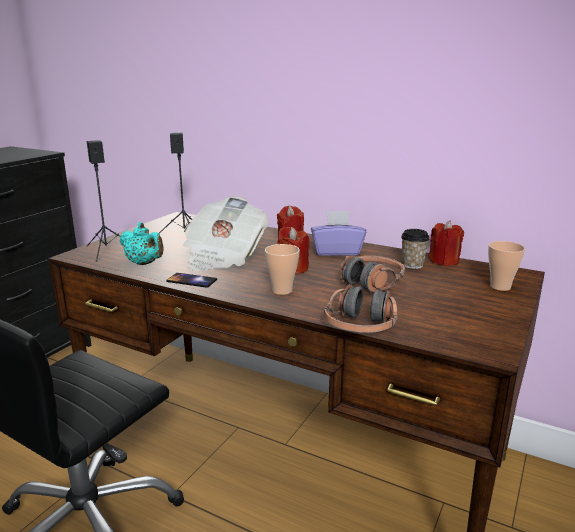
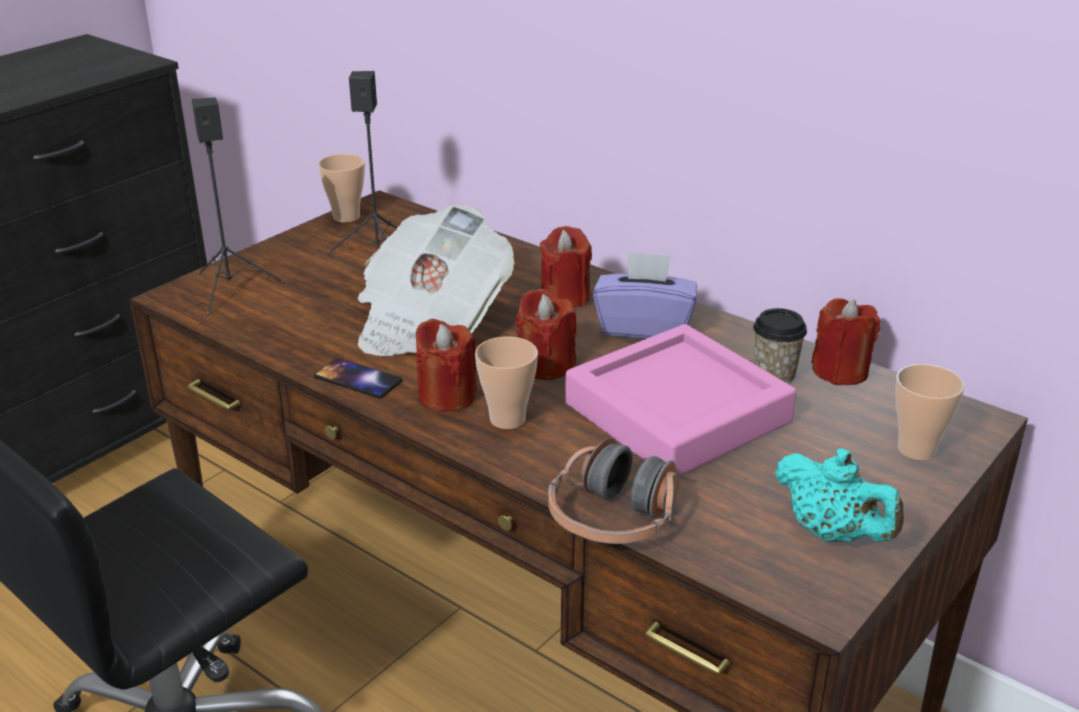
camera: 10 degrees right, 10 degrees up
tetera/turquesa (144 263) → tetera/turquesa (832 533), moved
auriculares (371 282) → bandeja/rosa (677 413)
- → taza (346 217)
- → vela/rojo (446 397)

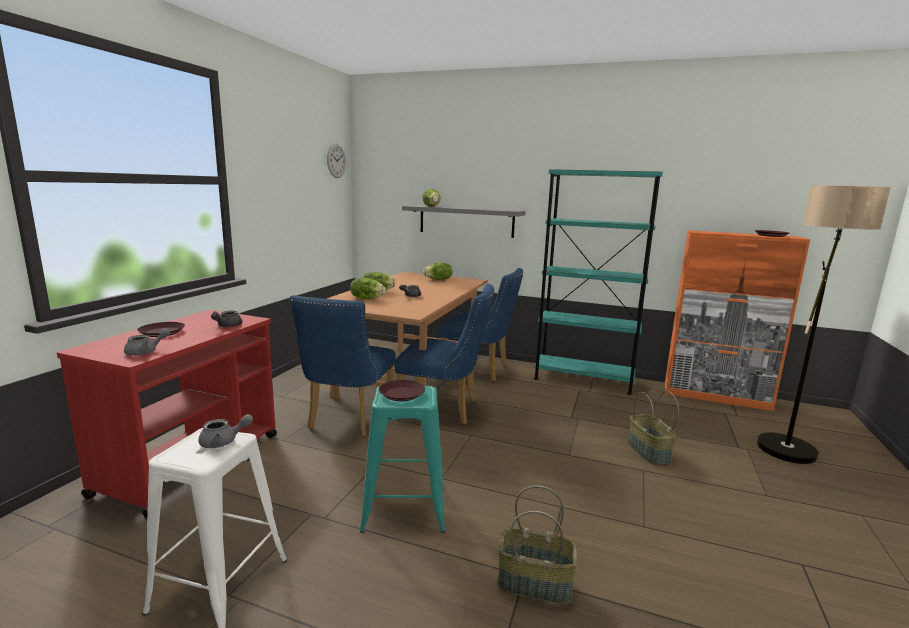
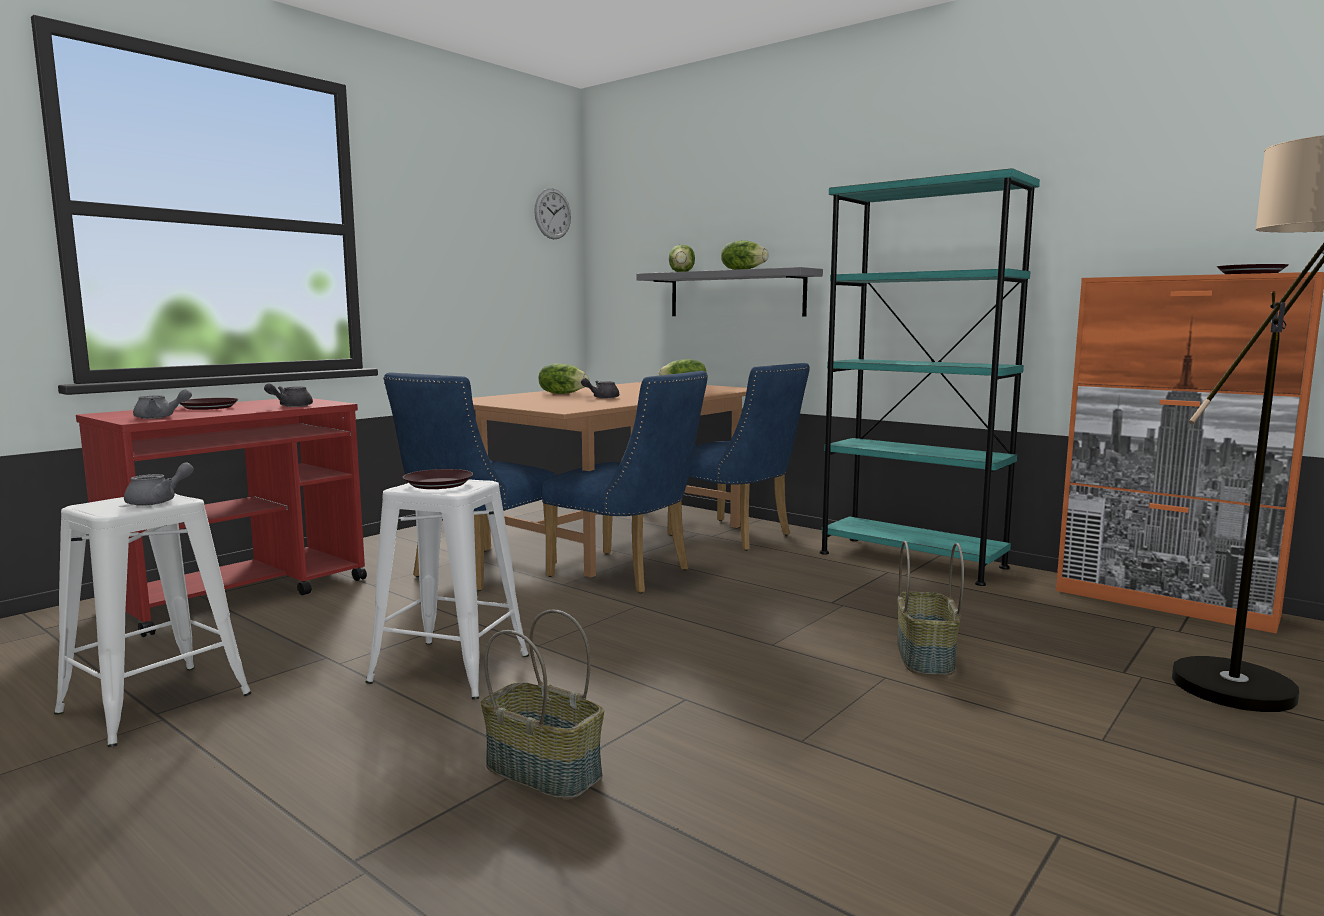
camera: 20 degrees right, 5 degrees down
tetera/gris (223 442) → tetera/gris (159 501), 60 degrees counterclockwise
lechuga (367 298) → lechuga (743 270), moved
taburete/turquesa (403 508) → taburete/blanco (449 668)

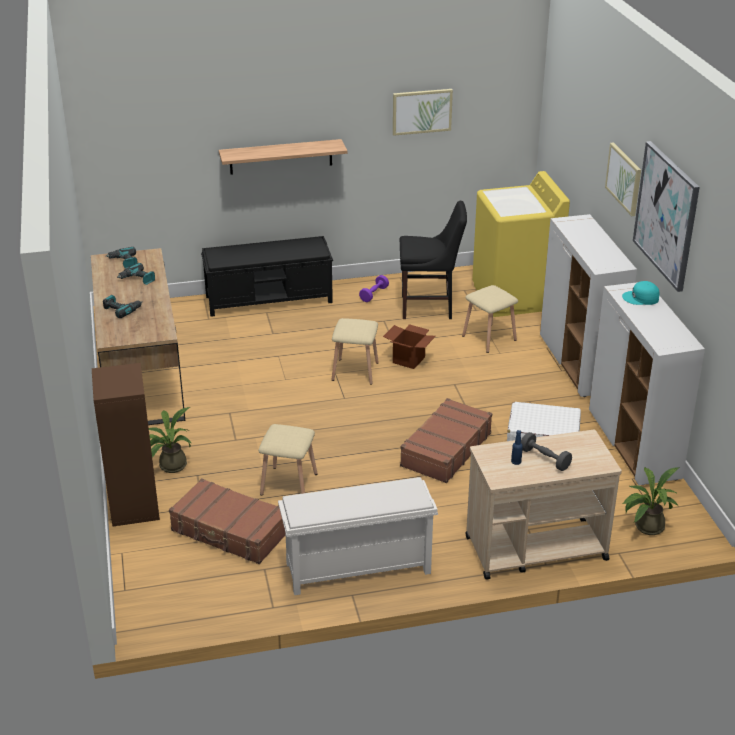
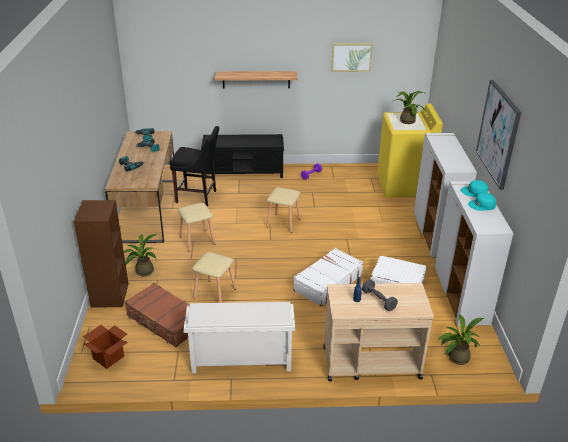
camera: 10 degrees right, 0 degrees up
caja de cartón (409 360) → caja de cartón (108 357), moved
silla/negro (430 307) → silla/negro (198 197), moved
maleta/marrón (445 449) → maleta/blanco (327 283)
taburete/beis (488 338) → taburete/beis (196 240), moved
cuadro (624 178) → -
- → planta en maceta (406 120)
- → gorra/turquesa (482 205)

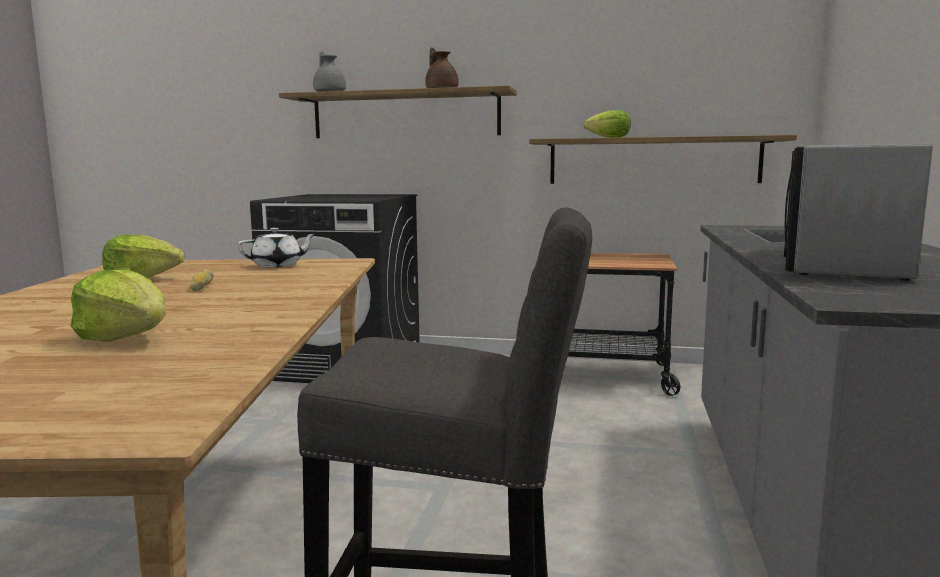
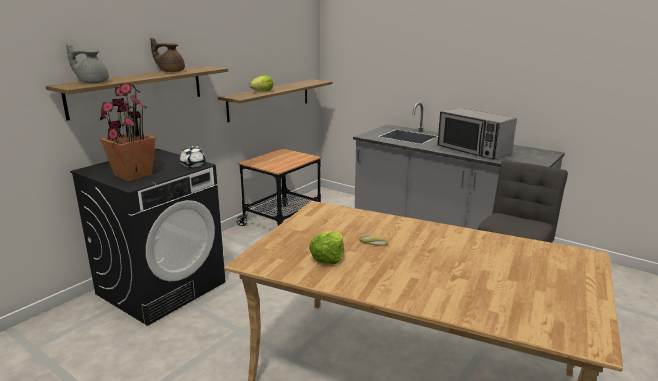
camera: 65 degrees left, 10 degrees up
lechuga (126 338) → -
tetera/blanco (278 265) → tetera/blanco (193 164), moved
- → planta en maceta (132 175)

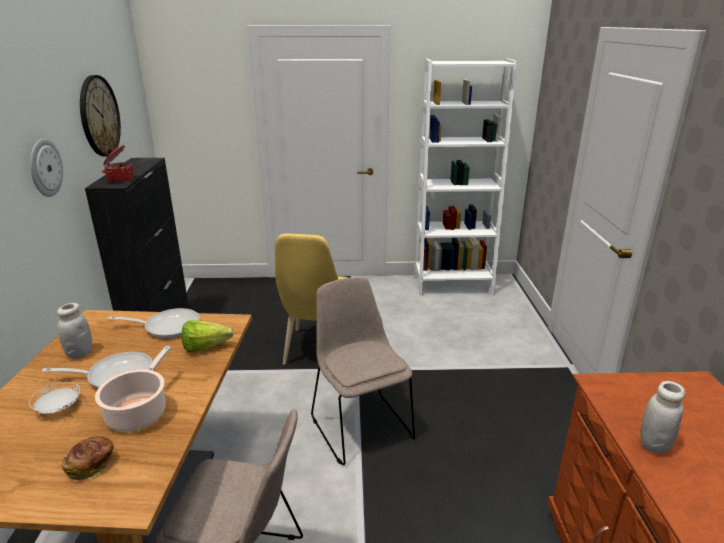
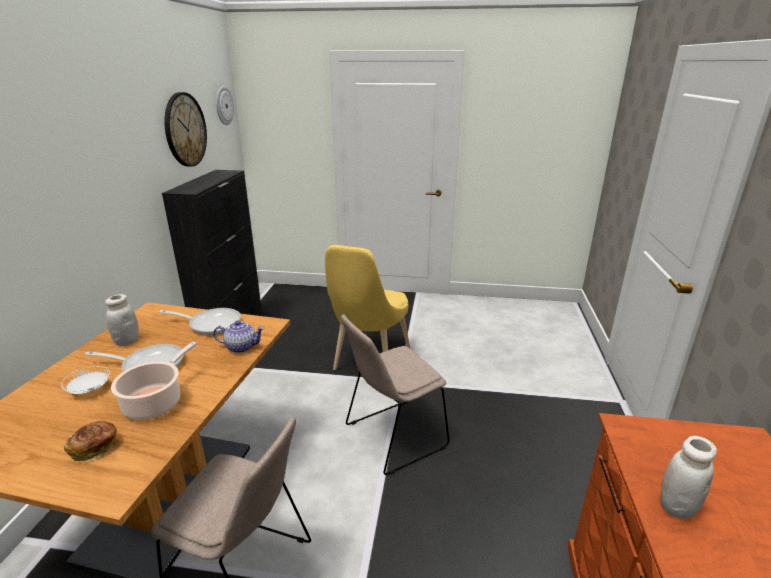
camera: 10 degrees right, 0 degrees up
reloj de pared (45 168) → reloj de pared (223 106), moved
olla (120 179) → -
lechuga (209 347) → tetera (241 347)
silla/beis (360 425) → silla/beis (392 437), 105 degrees counterclockwise
estantería/blanco (452 285) → -

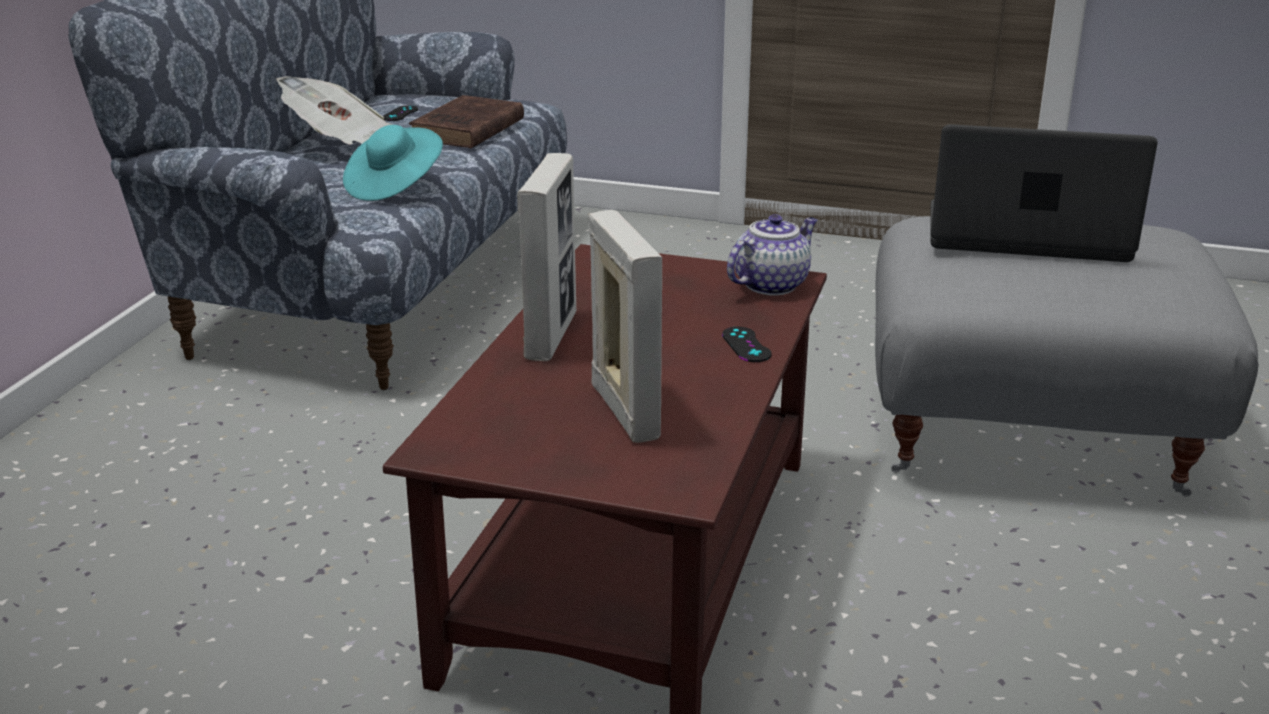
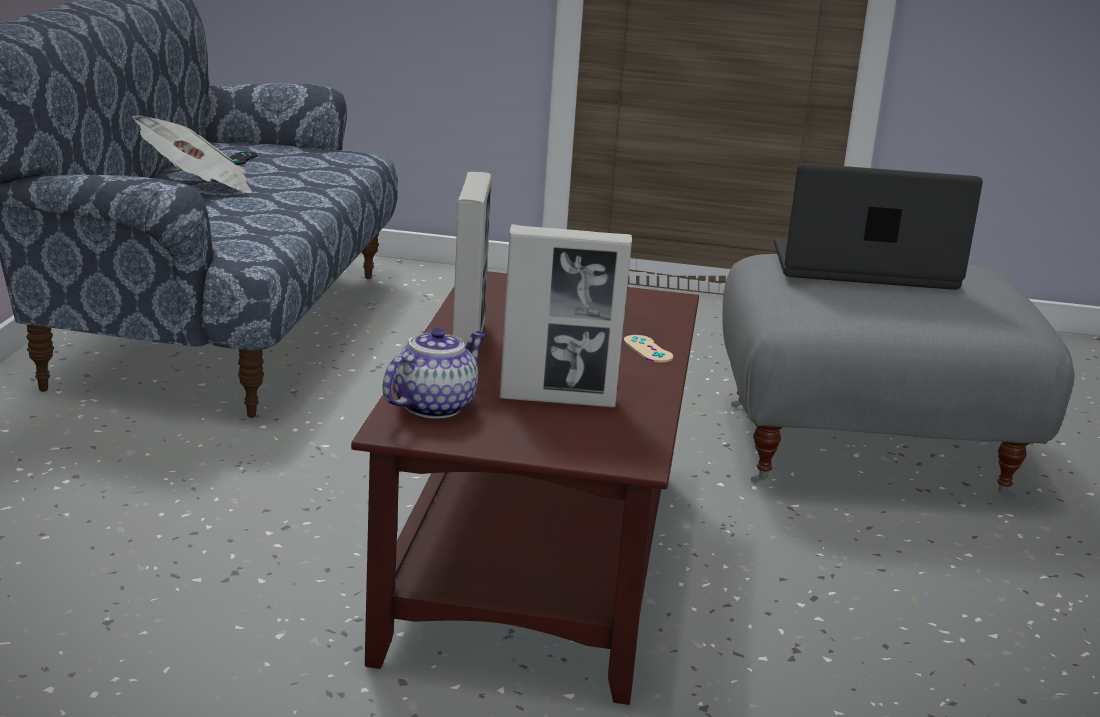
camera: 10 degrees left, 5 degrees down
sombrero/turquesa (394 186) → -
libro/marrón (466 130) → -
portarretratos (624 411) → portarretratos (558 399), 120 degrees clockwise
mando de consola/negro (746 345) → mando de consola/beis (648 349)
tetera (771 284) → tetera (434 406), moved

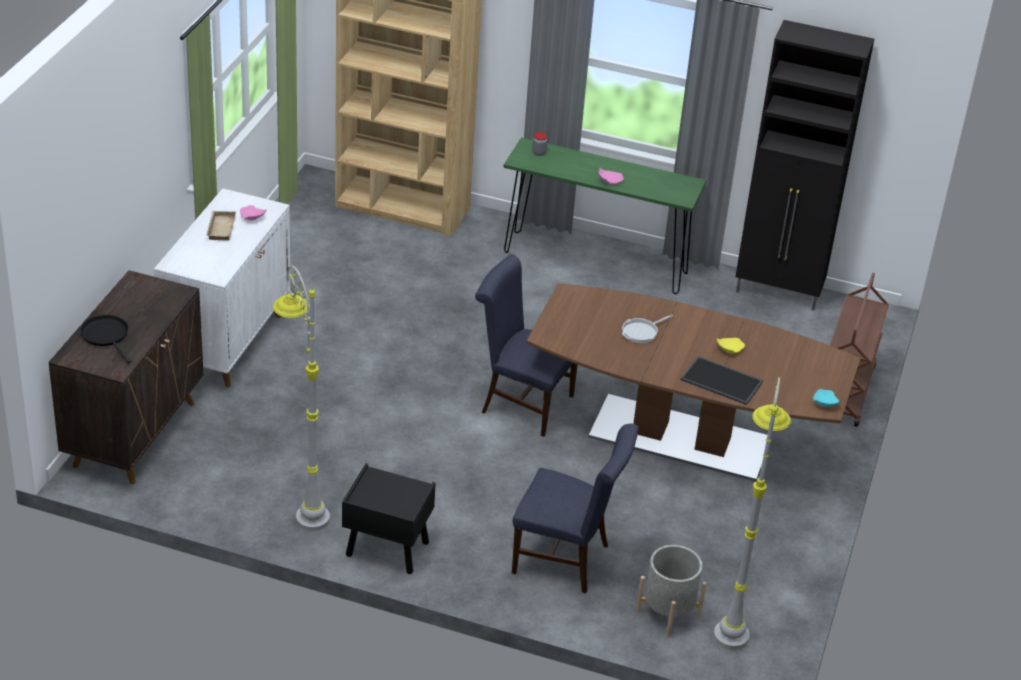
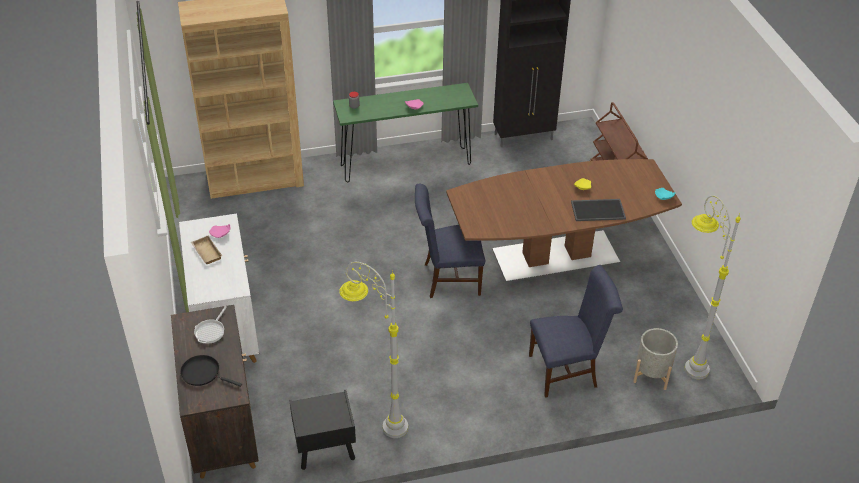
camera: 30 degrees left, 5 degrees up
mesita de noche/negro (386 549) → mesita de noche/negro (324 450), moved
sartén (642 332) → sartén (211 331), moved

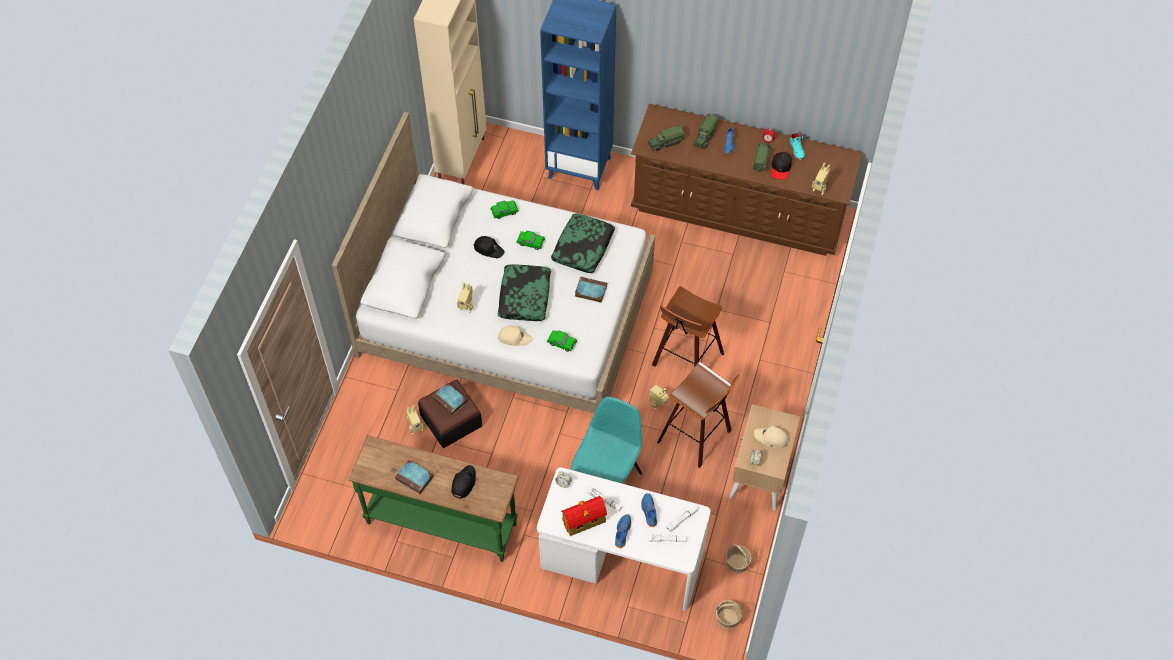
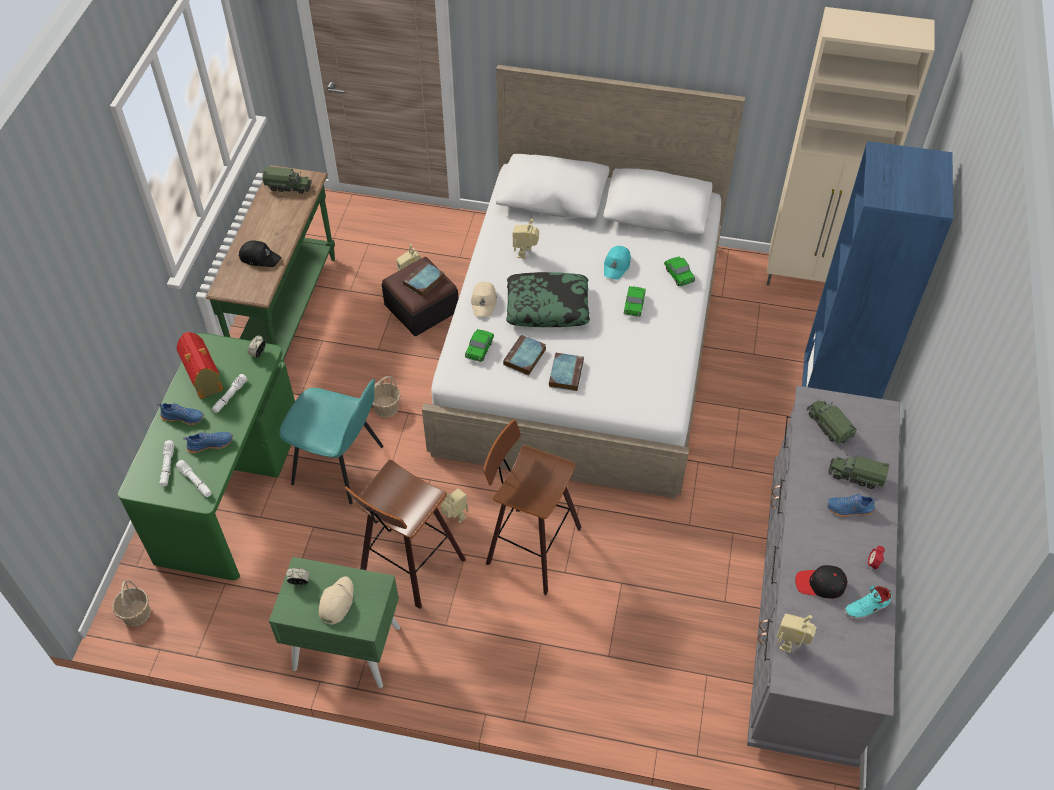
camera: 85 degrees right, 5 degrees down
libro (415 478) → libro (524 358), moved
gorra/negro (488 249) → gorra/turquesa (617 265)
escritorio/blanco (621 560) → escritorio/verde (229 489)
cojín (583 248) → -
cómoda/marrón (738 210) → cómoda/gris (809 606)
cesta (737 563) → cesta (386 407), moved
mesita de noche/beis (759 477) → mesita de noche/verde (345 648)
camión de juguete (761 160) → camión de juguete (288 186), moved

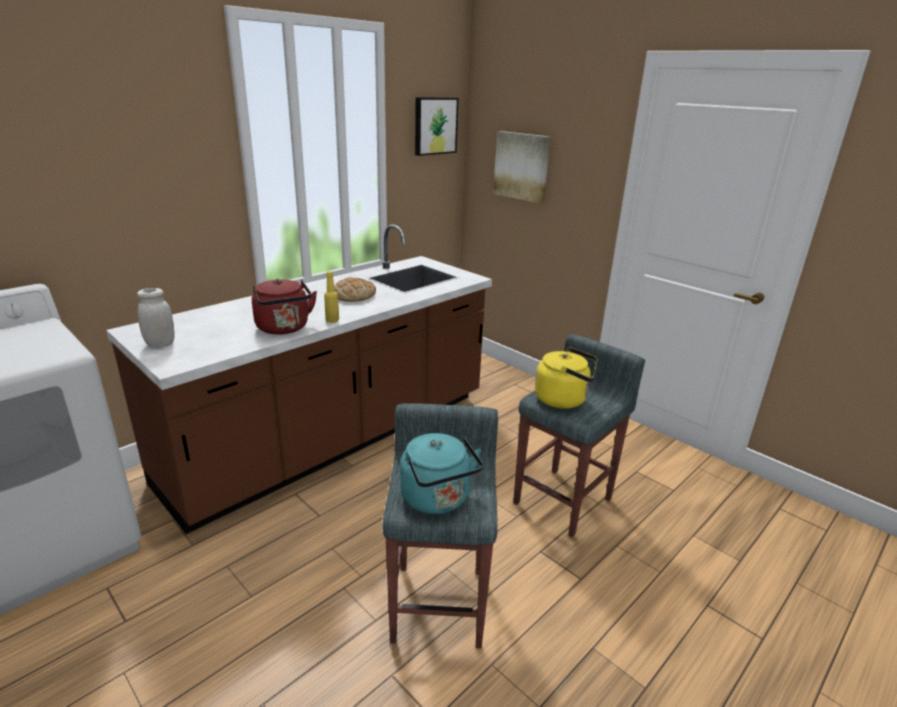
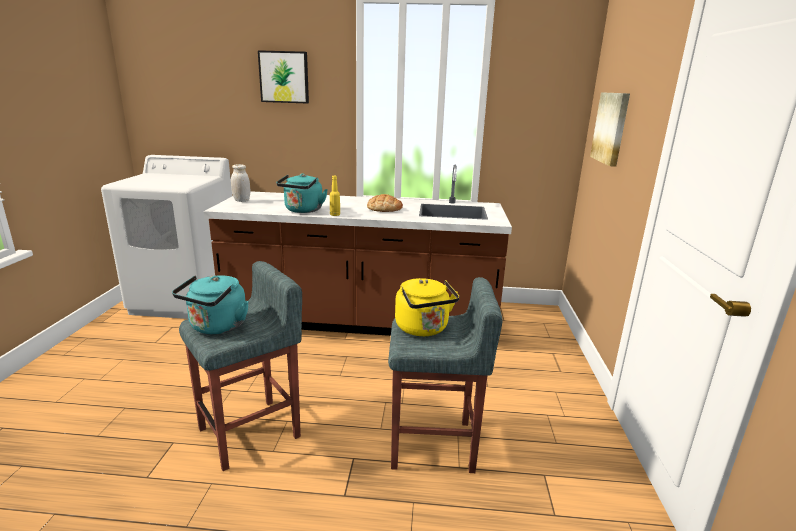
camera: 50 degrees right, 5 degrees down
hervidor/rojo (284 329) → hervidor/turquesa (303 211)
cuadro (435 126) → cuadro (284 77), moved

